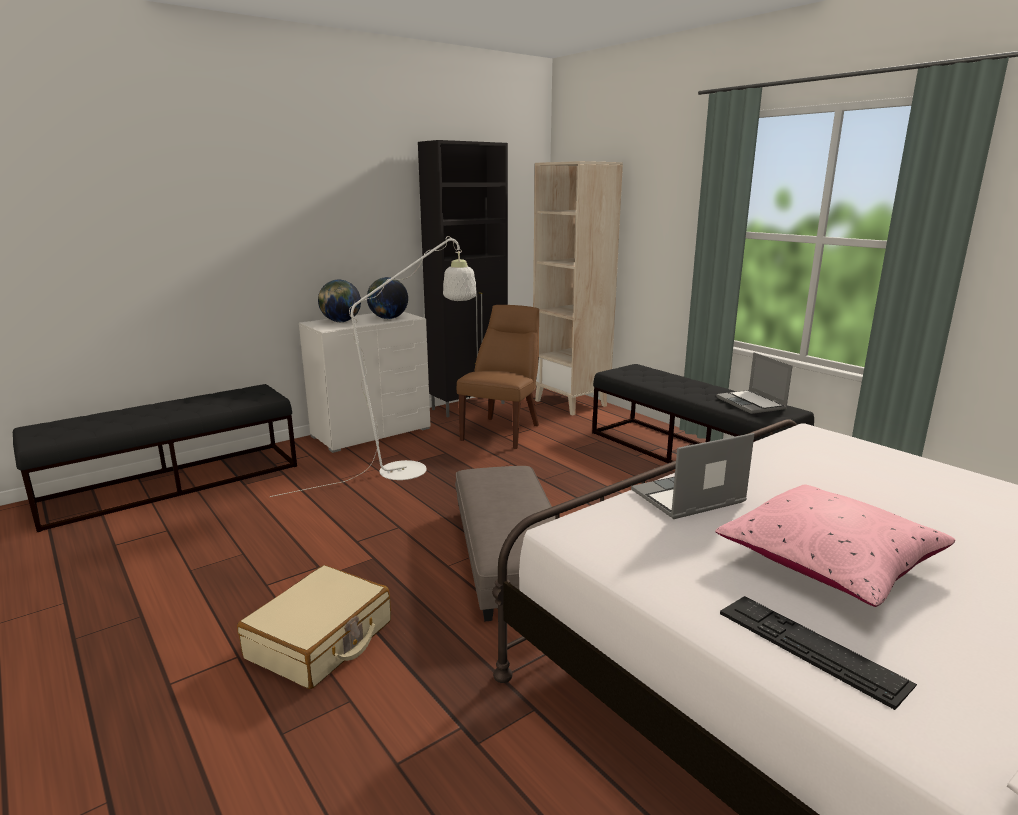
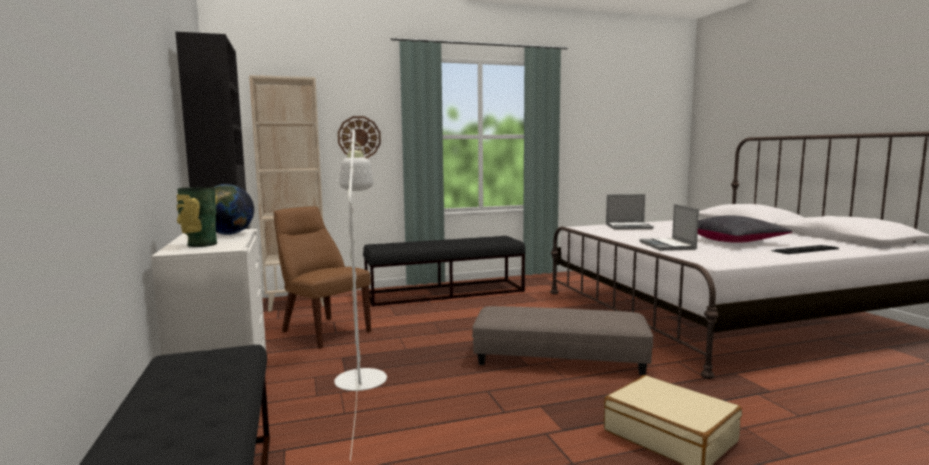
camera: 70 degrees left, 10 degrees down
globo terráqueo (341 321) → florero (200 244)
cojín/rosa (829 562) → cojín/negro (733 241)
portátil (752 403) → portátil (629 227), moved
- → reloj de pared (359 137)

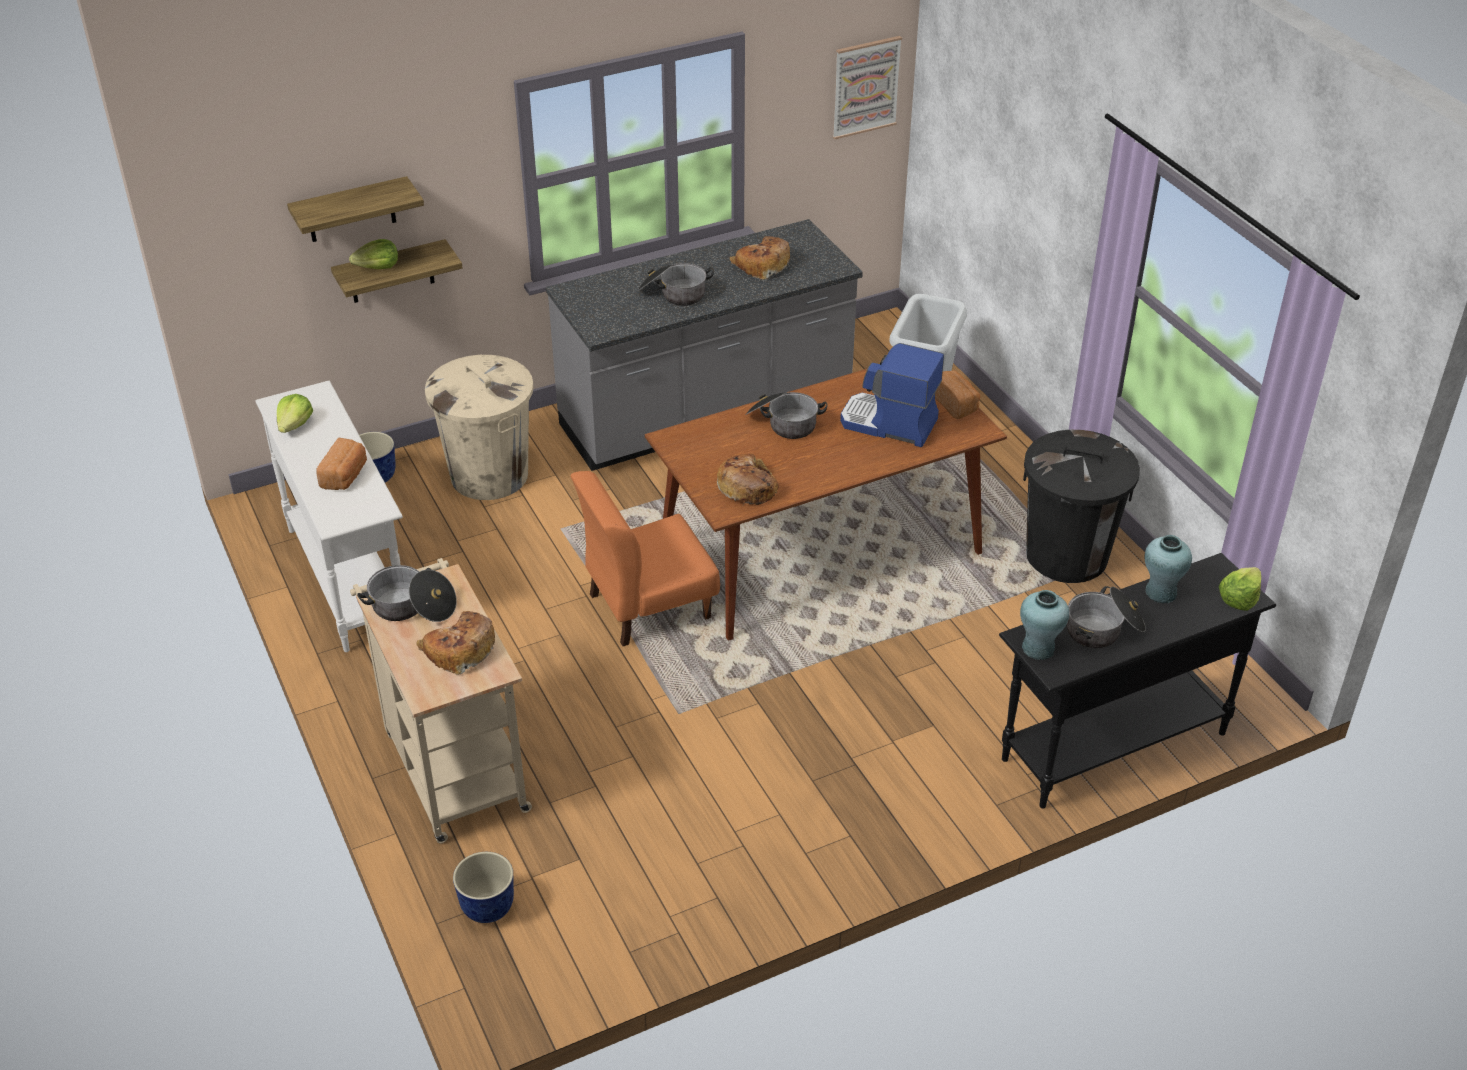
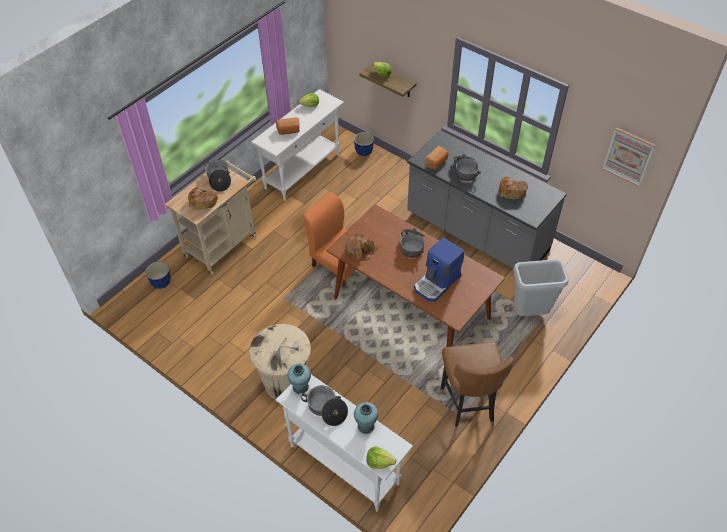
camera: 65 degrees right, 10 degrees up
estante (351 210) → -
papelera/beis (489 475) → papelera/beis (286 382), moved
cafetera (888 424) → cafetera (437 283), 135 degrees counterclockwise
pan (955 404) → pan (436 163), moved
mesa consola/negro (1112 746) → mesa consola/blanco (344 464)
papelera/negro (1067 556) → silla/marrón (468 406)

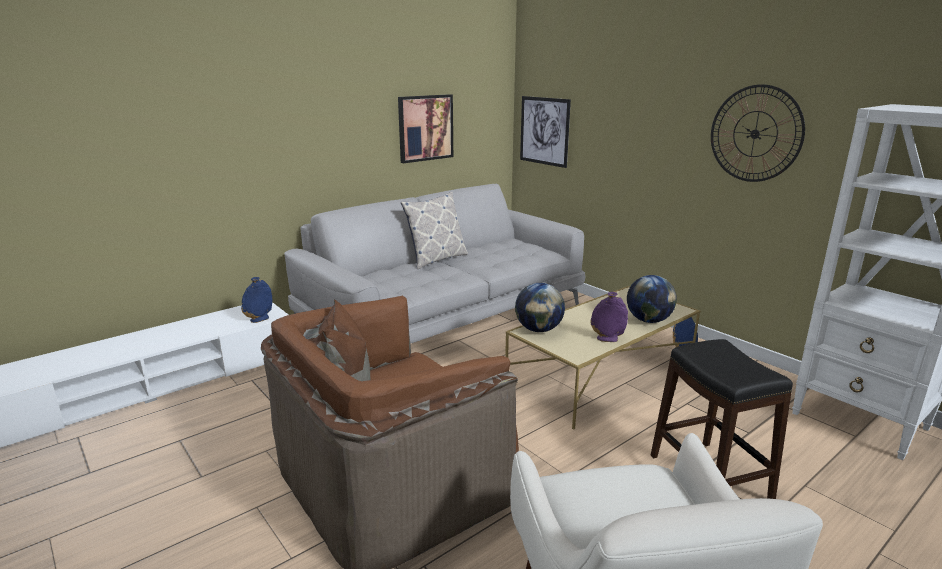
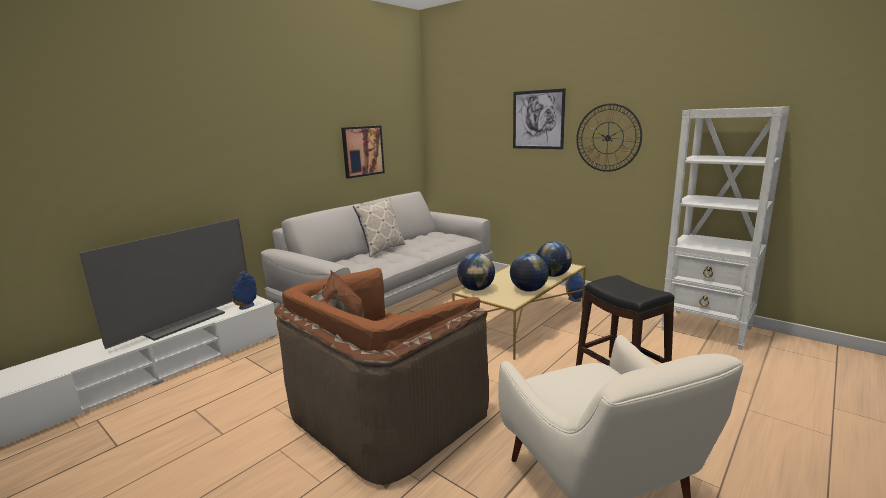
camera: 10 degrees left, 5 degrees down
cuadro (544 131) → cuadro (538 119), moved
florero/morado (607 339) → globo terráqueo (528 290)
- → televisor (183 322)

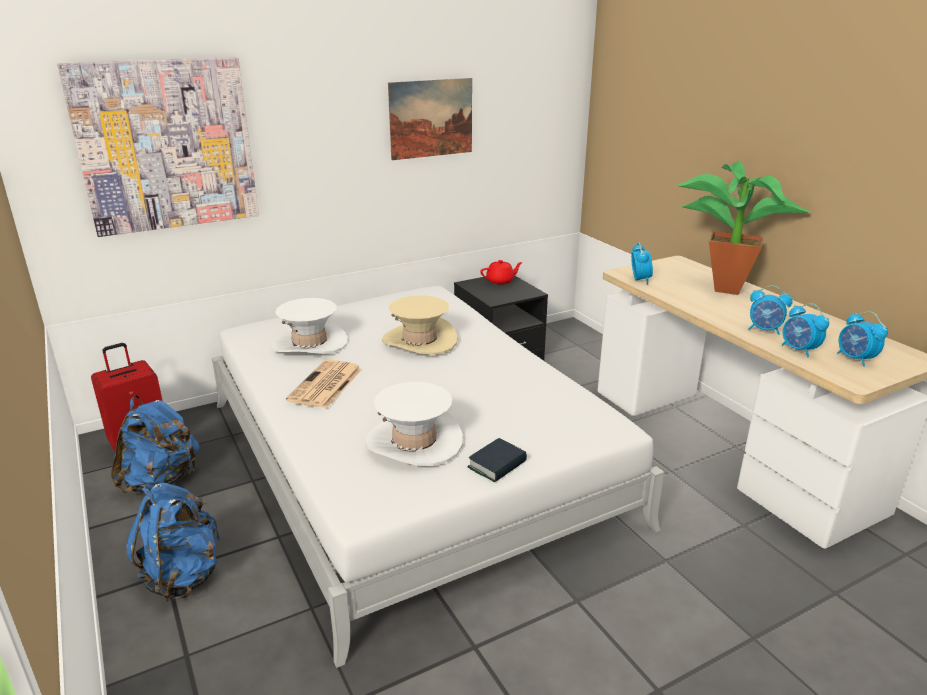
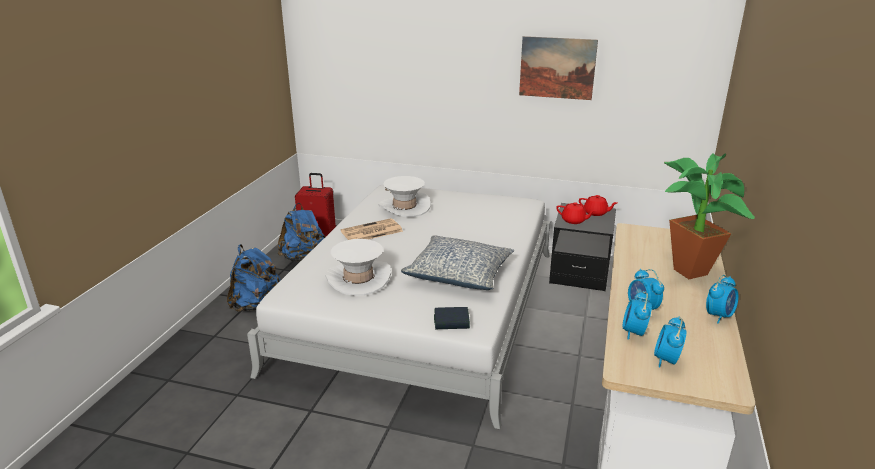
camera: 45 degrees right, 0 degrees up
cuadro (166 145) → -
sombrero/beis (419 341) → -
libro (497 465) → libro (451 322), moved
despertador (640 280) → despertador (719 316), moved
- → cojín (459 274)
- → tetera/rojo (574 221)

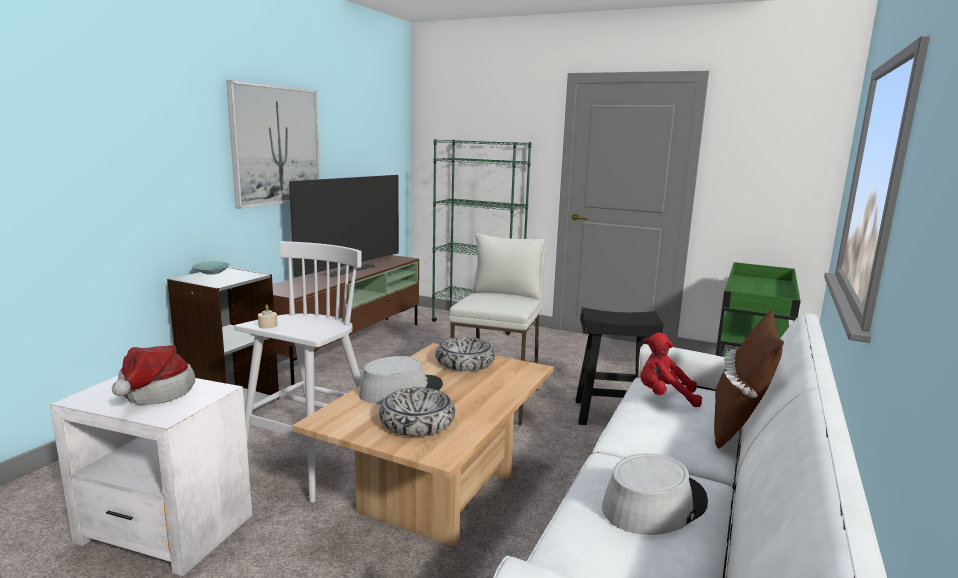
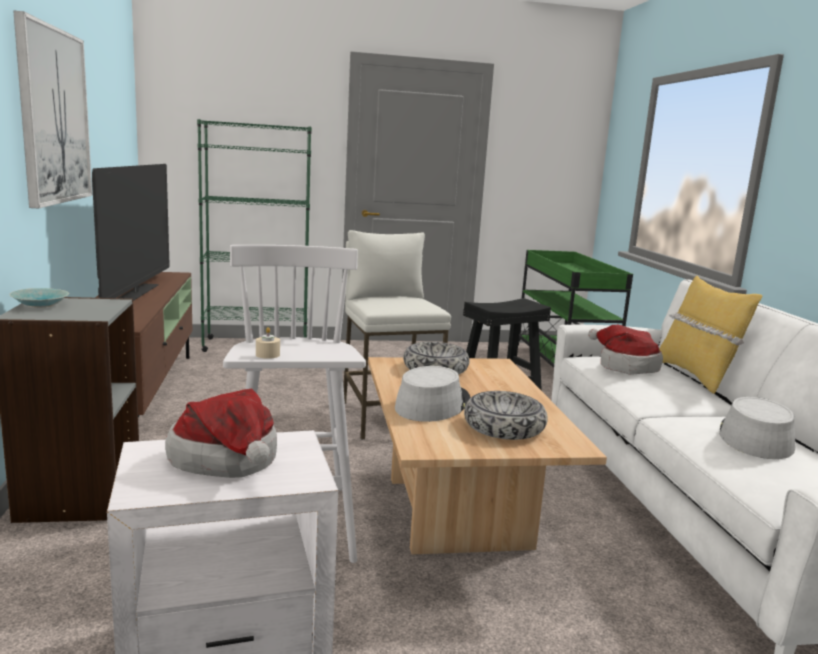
camera: 35 degrees left, 0 degrees up
peluche/rojo (664 397) → sombrero (624 366)
cojín/marrón (738 426) → cojín/amarillo (695 376)

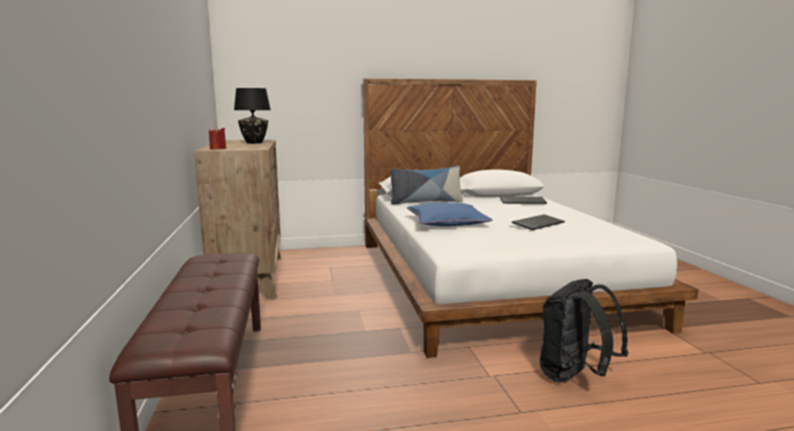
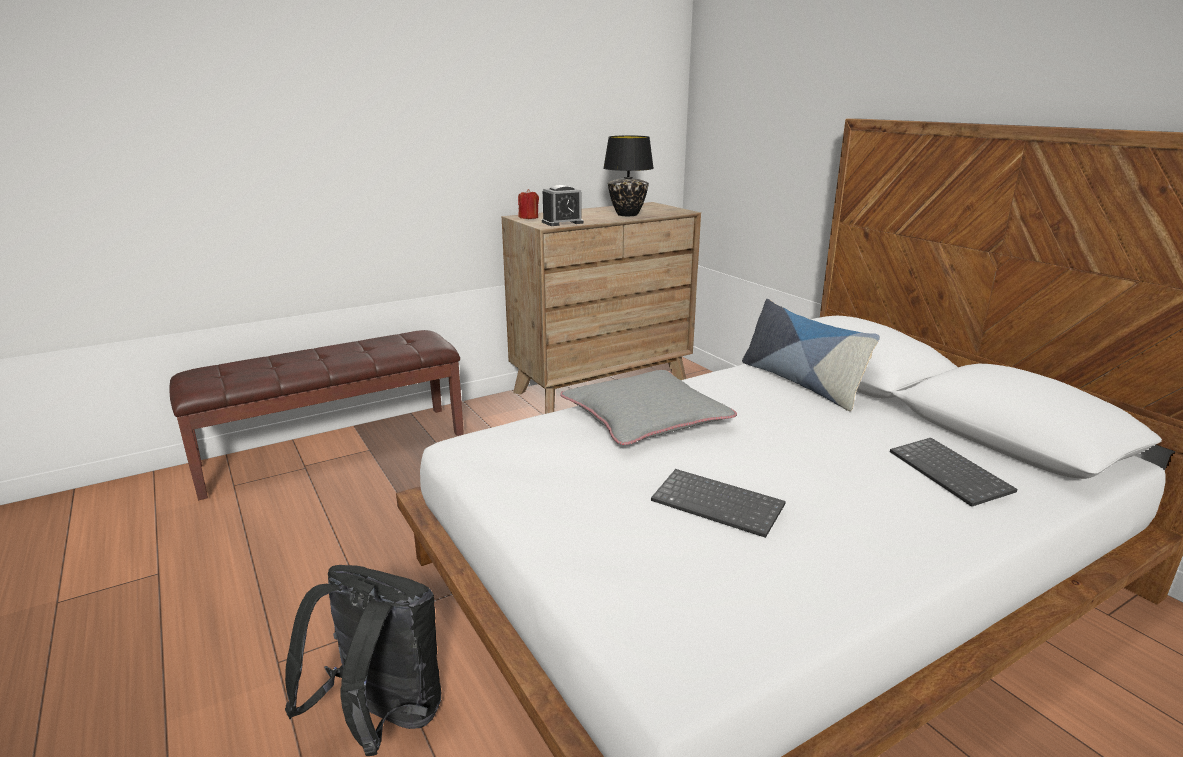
camera: 70 degrees right, 10 degrees up
cojín/azul (447 222) → cojín/gris (645 418)
- → despertador (562 222)

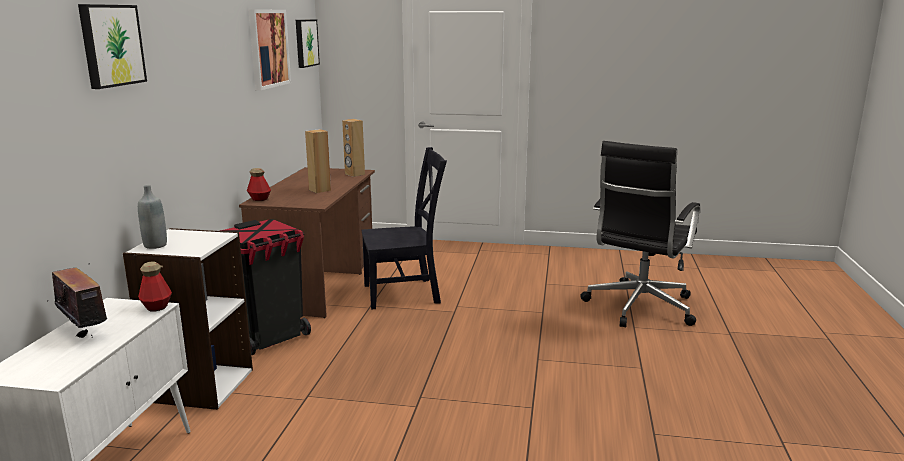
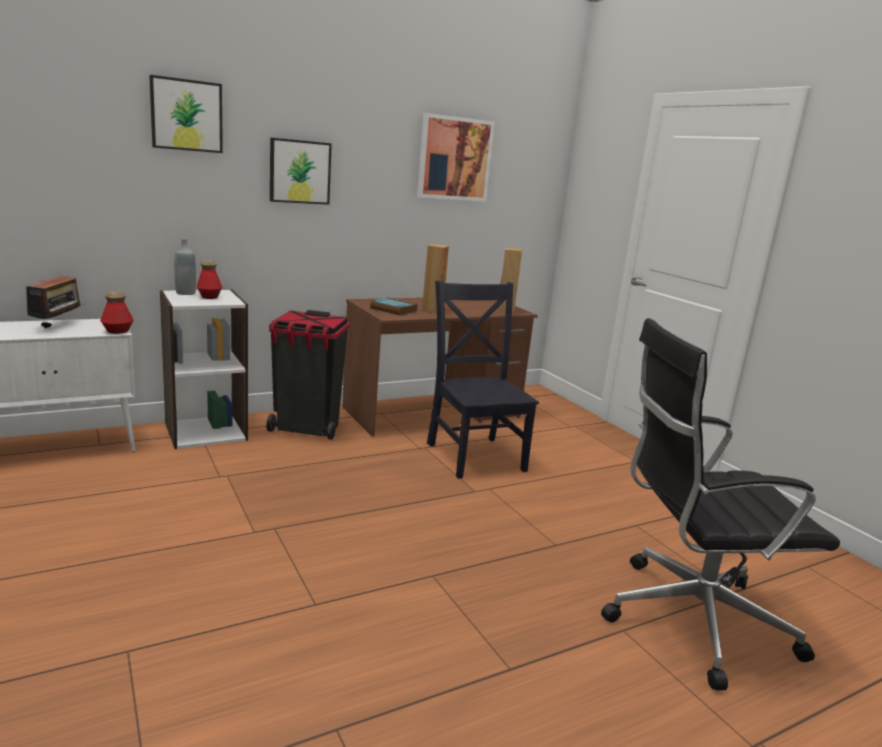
camera: 50 degrees right, 0 degrees up
botella (259 199) → botella (209 297), moved
cuadro (305 43) → cuadro (299 171), moved
silla/negro (405 293) → silla/negro (474 455), 150 degrees counterclockwise
- → libro (392 310)

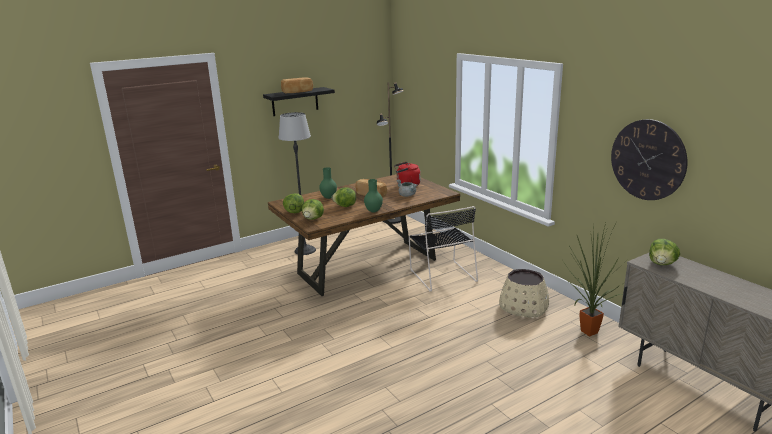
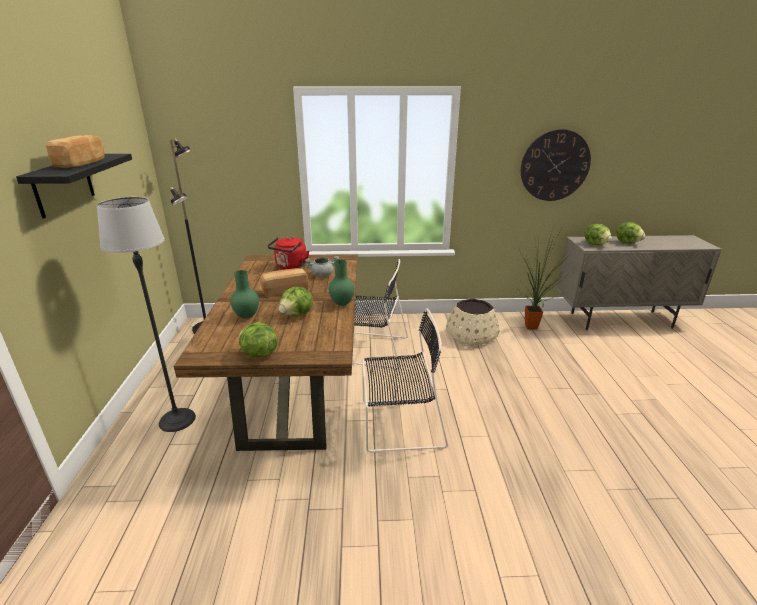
camera: 60 degrees left, 5 degrees up
lechuga (313 219) → lechuga (627 242), moved
- → silla/negro (399 423)

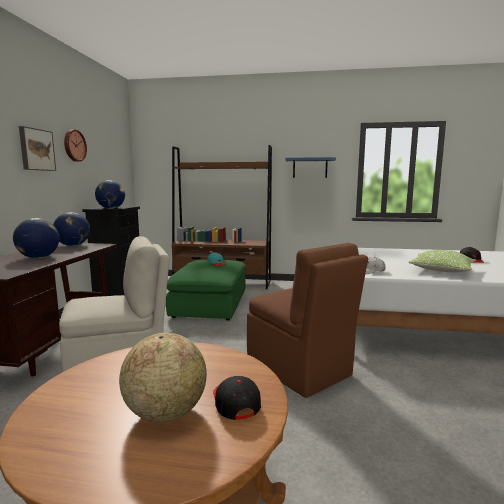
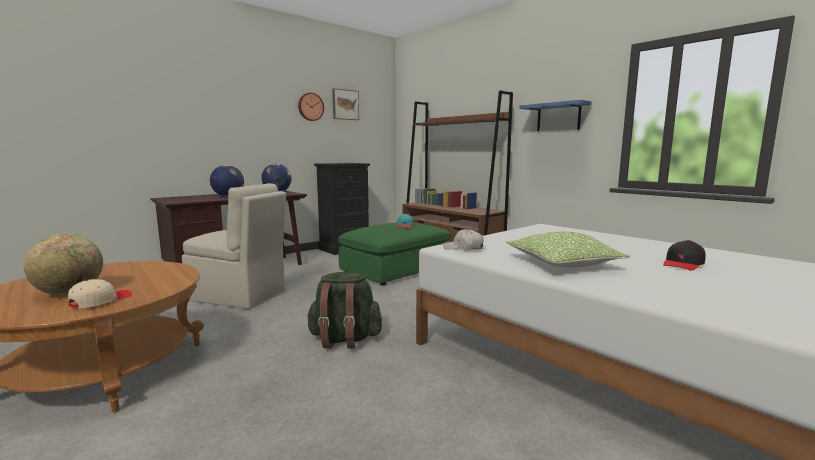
camera: 40 degrees right, 0 degrees up
cuadro (36 149) → cuadro (345 104), moved
globo terráqueo (111 208) → -
gorra/negro (235 402) → gorra/beis (100 301)
silla/marrón (300 369) → mochila/verde (344 340)

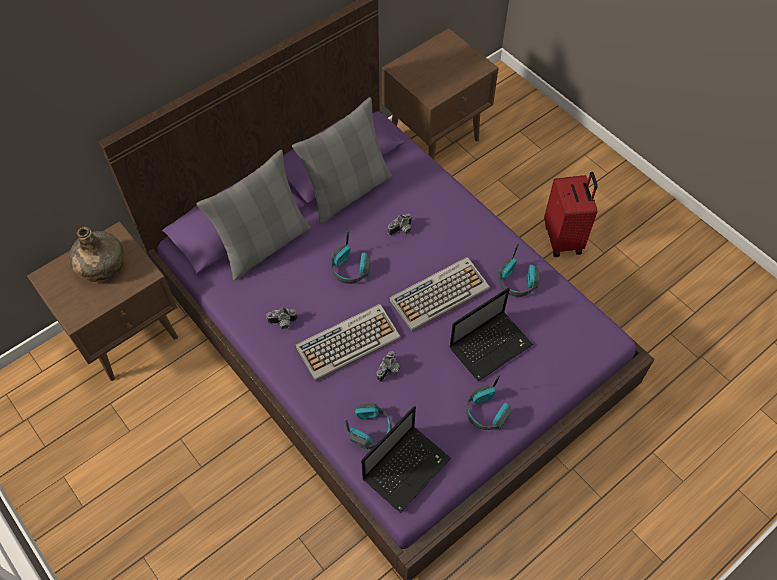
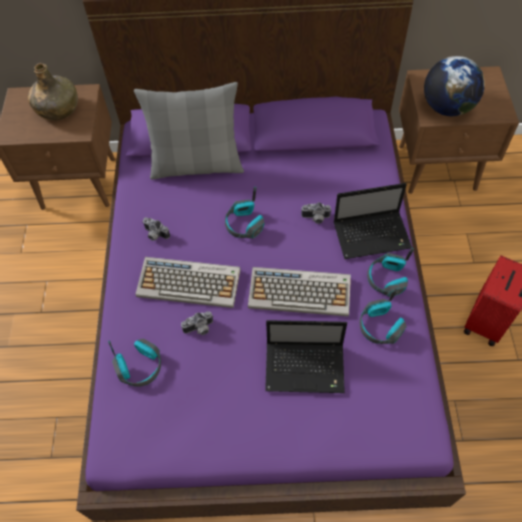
camera: 40 degrees right, 0 degrees up
cojín/gris (348 191) → -
portátil (407 467) → portátil (373 235), moved
auriculares (486 412) → auriculares (387 279), moved
- → globo terráqueo (447 107)

